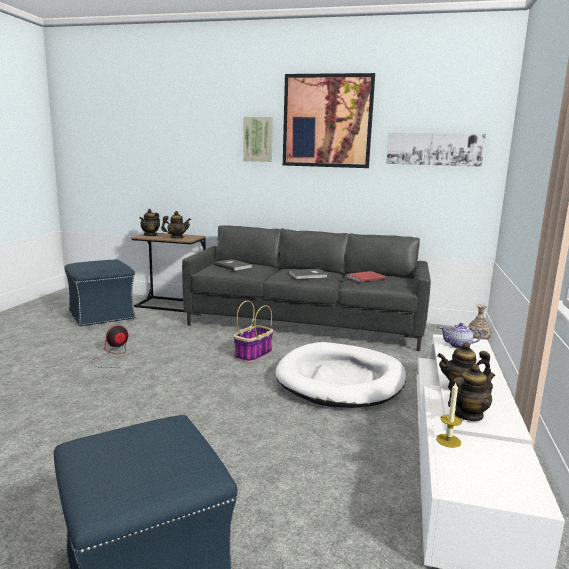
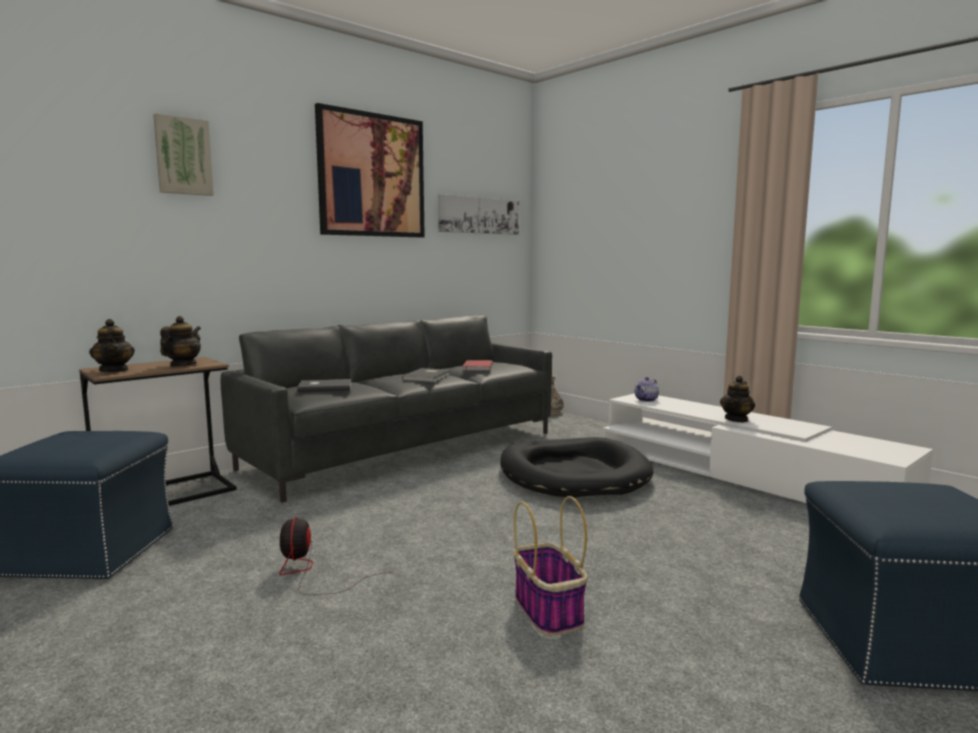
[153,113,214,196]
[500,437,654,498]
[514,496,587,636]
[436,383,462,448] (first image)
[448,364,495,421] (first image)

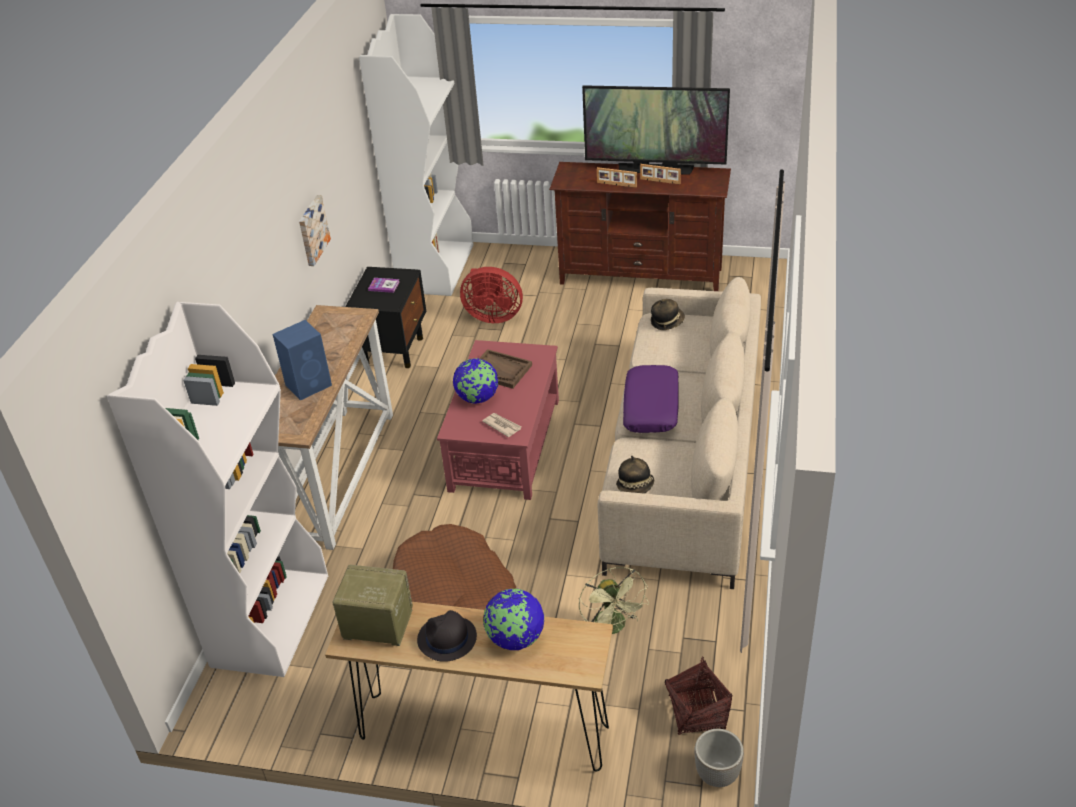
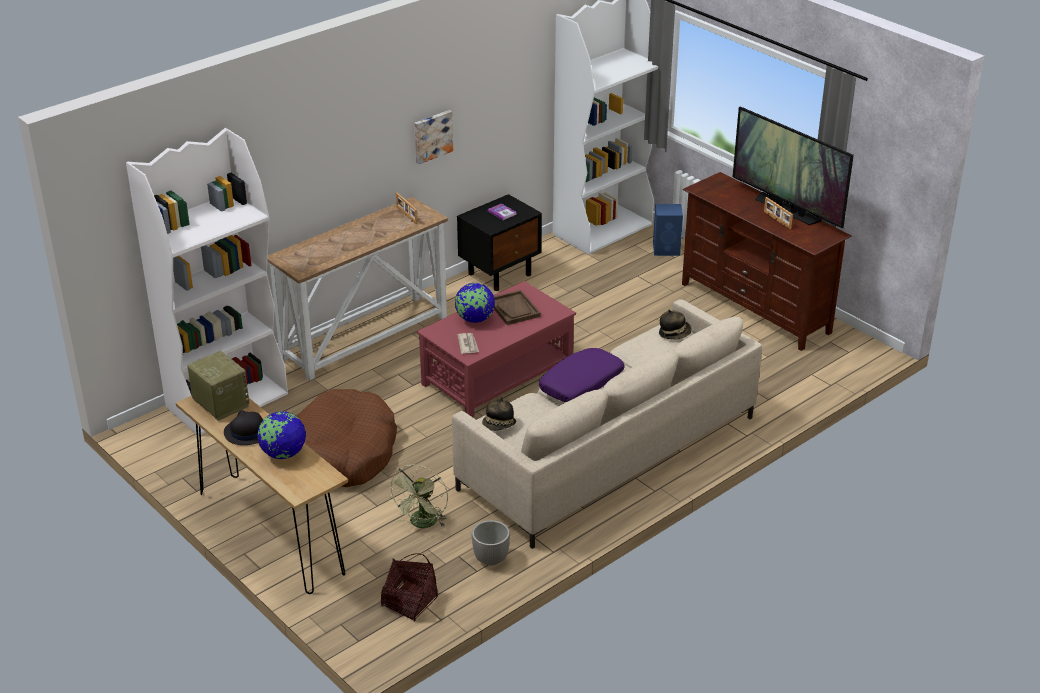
[396,193,418,224]
[472,520,510,566]
[653,204,683,256]
[460,267,523,323] (first image)

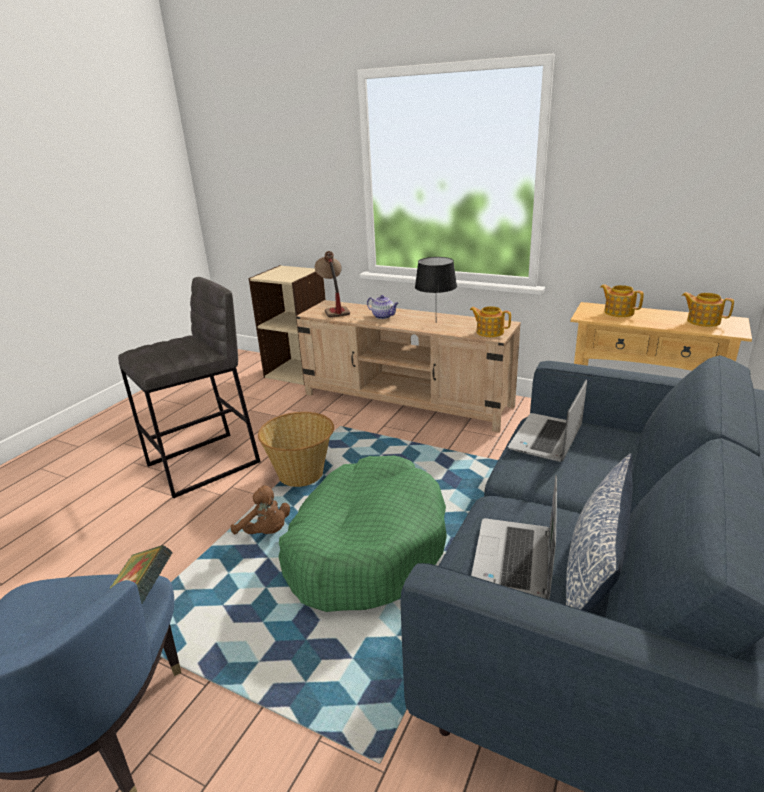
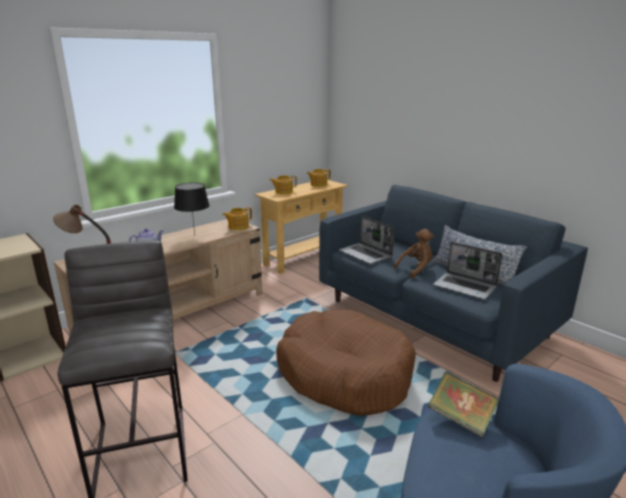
[276,309,416,416]
[393,229,434,278]
[258,412,334,487] (first image)

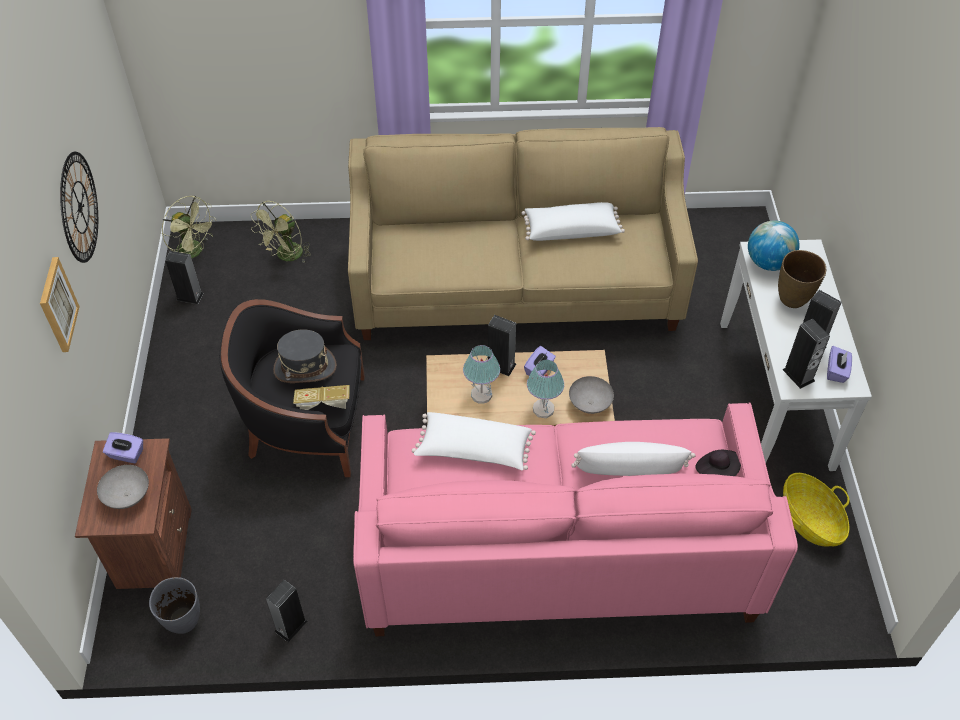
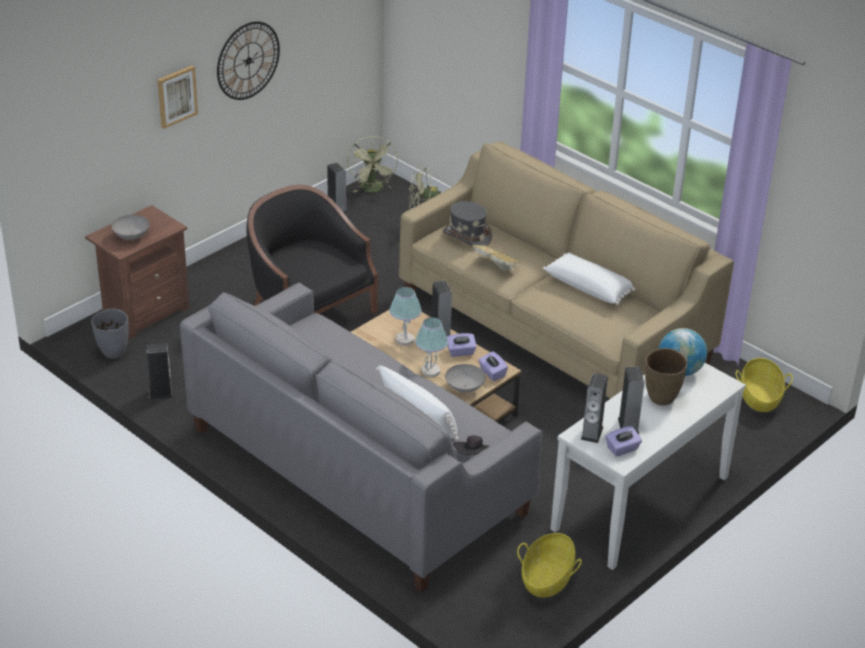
[180,283,543,592]
[443,201,492,247]
[472,245,521,270]
[479,351,508,381]
[736,358,793,412]
[412,412,536,470] (first image)

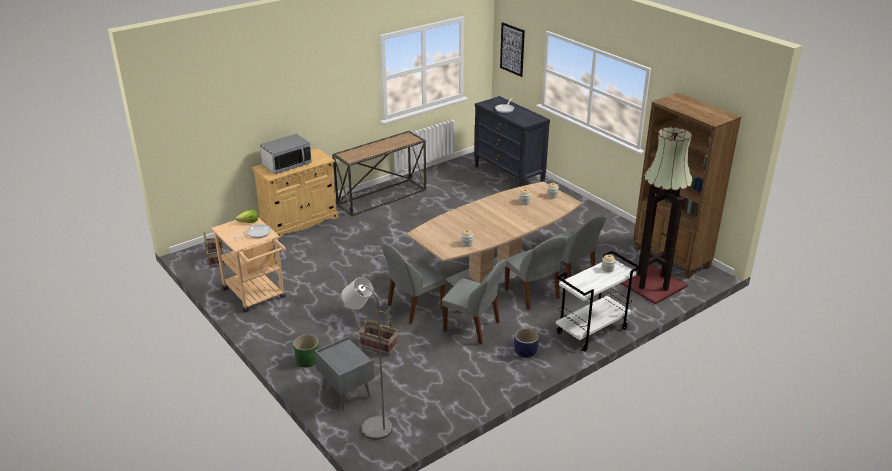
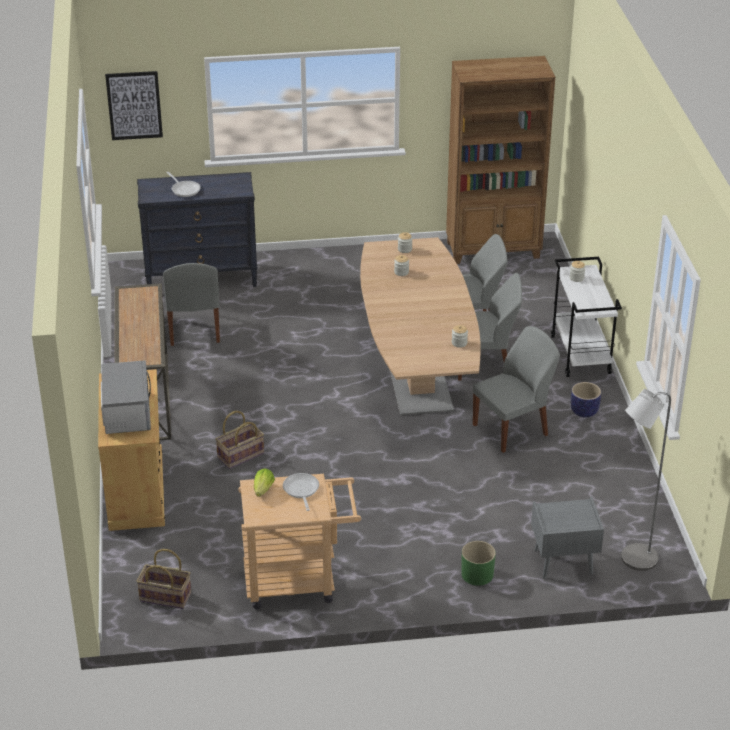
[163,263,220,346]
[215,411,264,469]
[620,126,693,305] (first image)

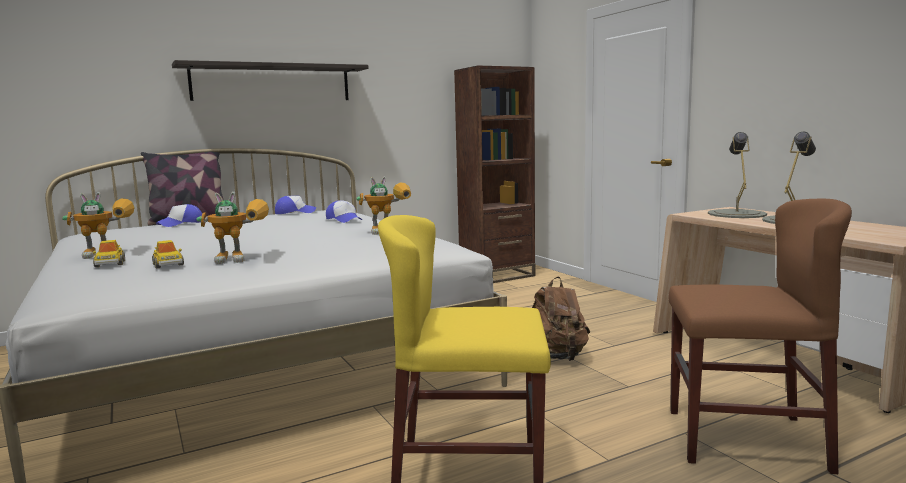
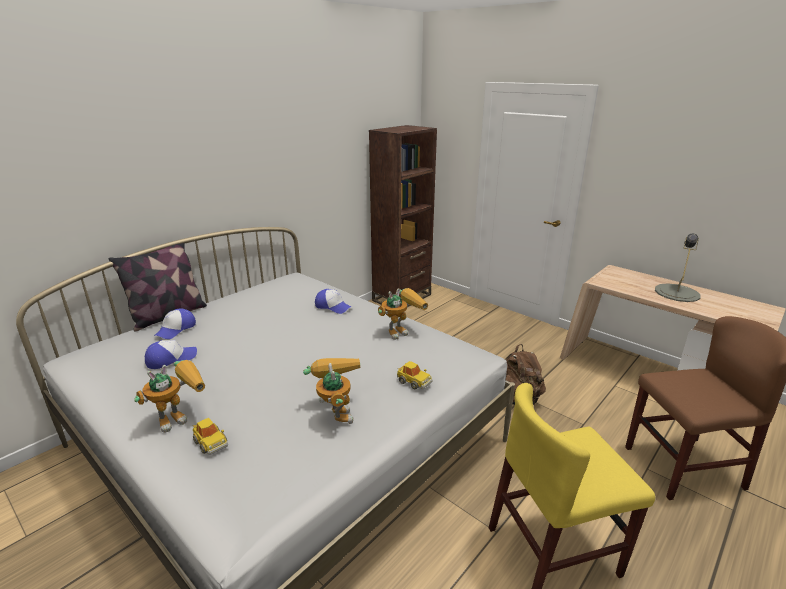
[145,340,197,369]
[303,358,360,424]
[397,361,432,390]
[172,60,368,101] (first image)
[708,132,767,218] (first image)

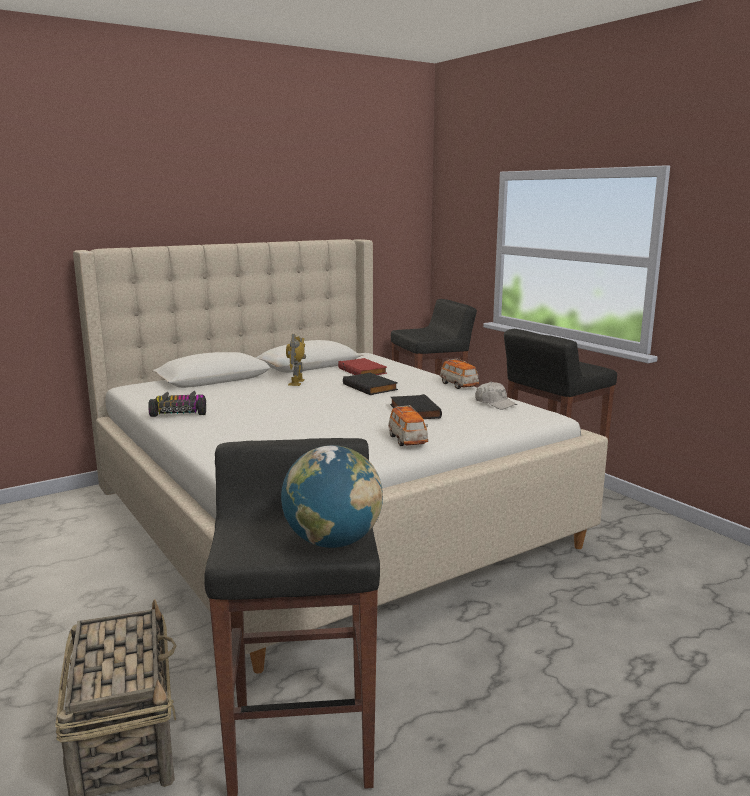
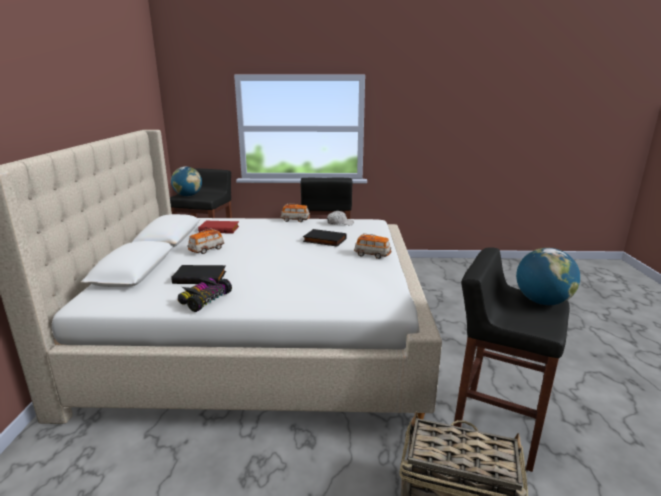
[171,167,202,196]
[171,265,226,284]
[187,228,224,254]

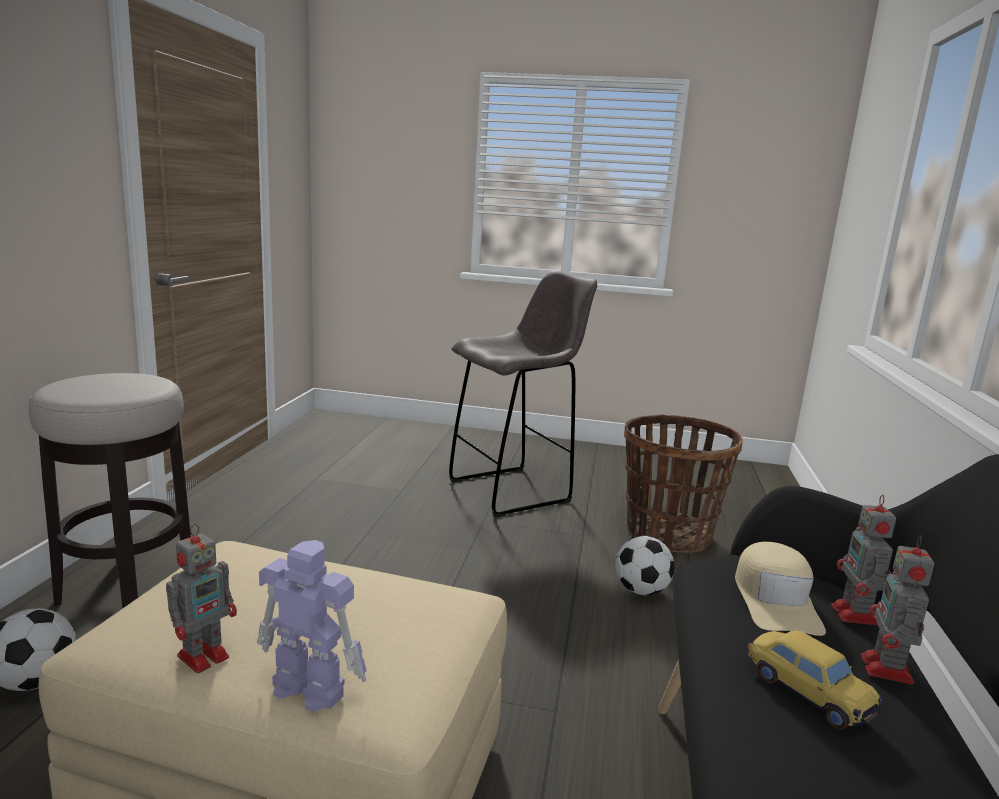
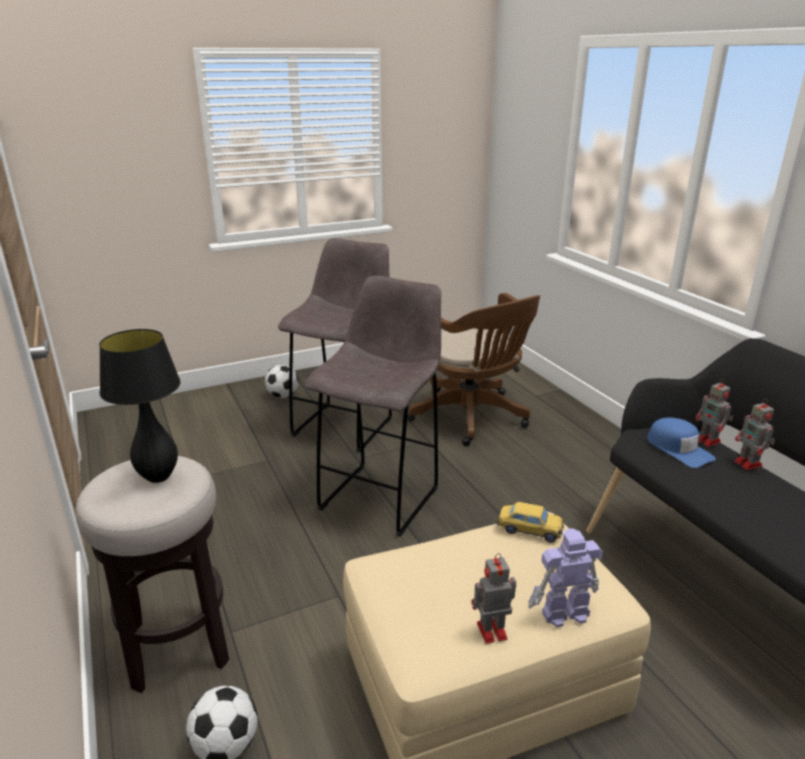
[99,329,181,483]
[265,365,299,398]
[305,275,441,536]
[407,293,540,446]
[471,553,516,644]
[497,502,564,543]
[648,418,716,468]

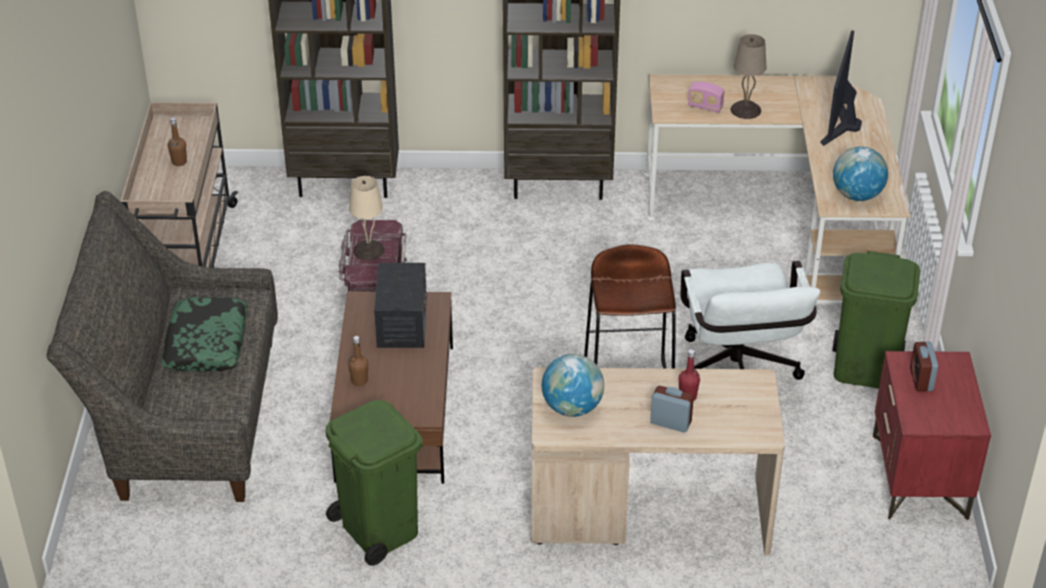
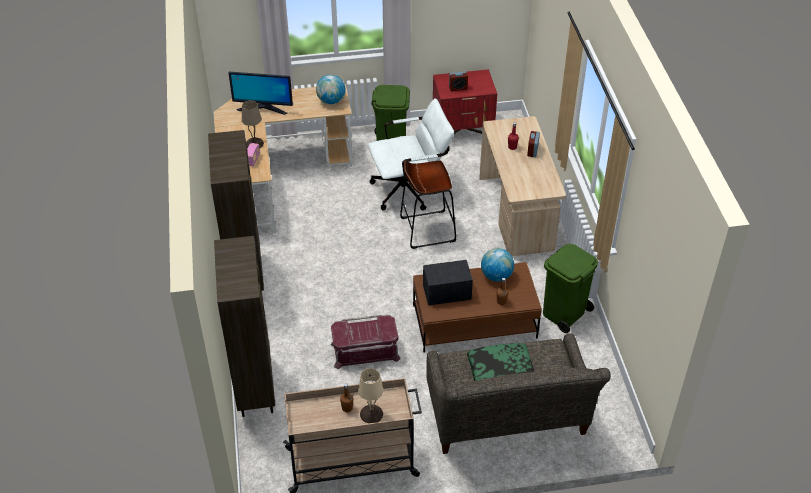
[358,368,383,423]
[481,248,514,281]

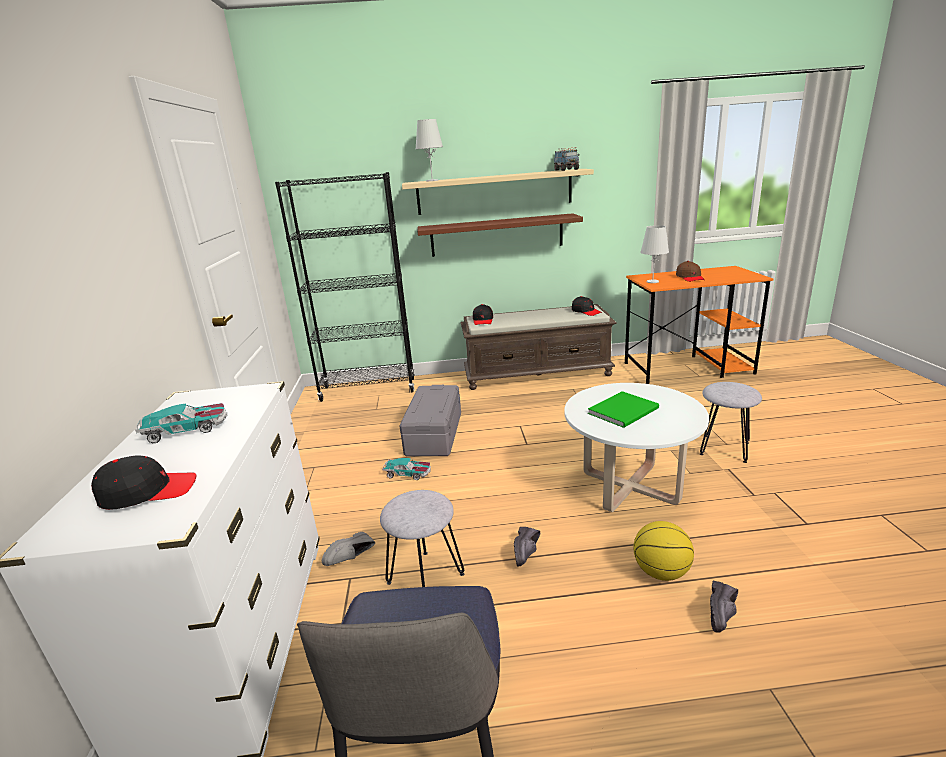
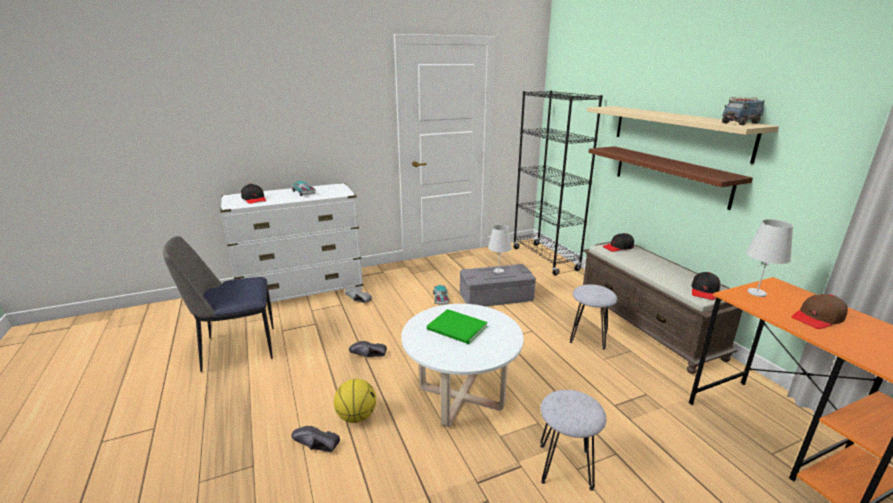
[488,225,512,273]
[570,284,617,350]

